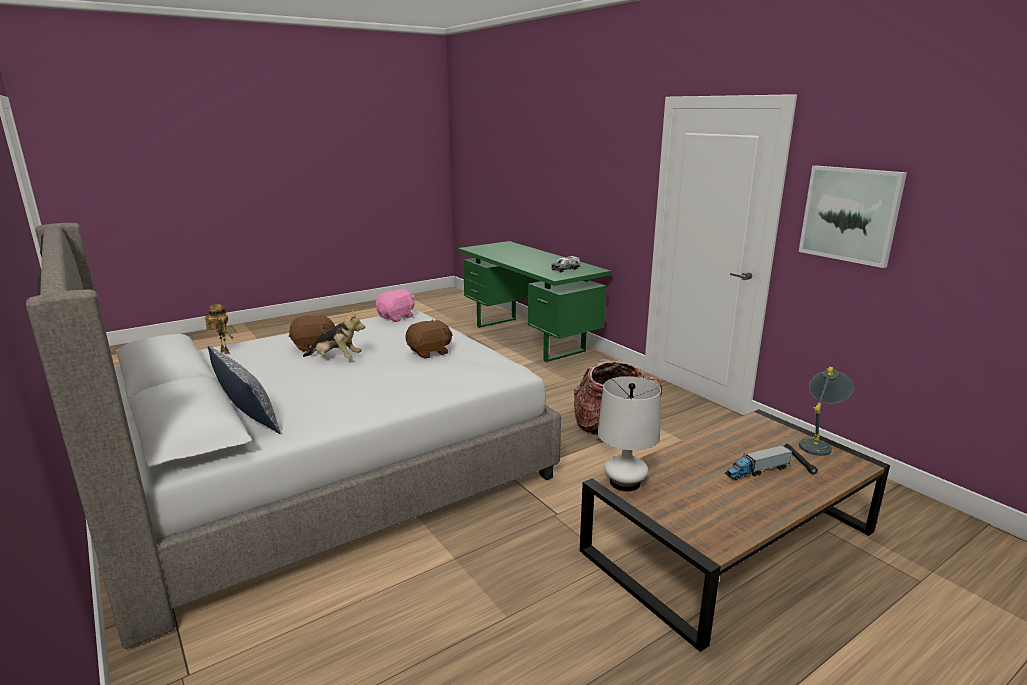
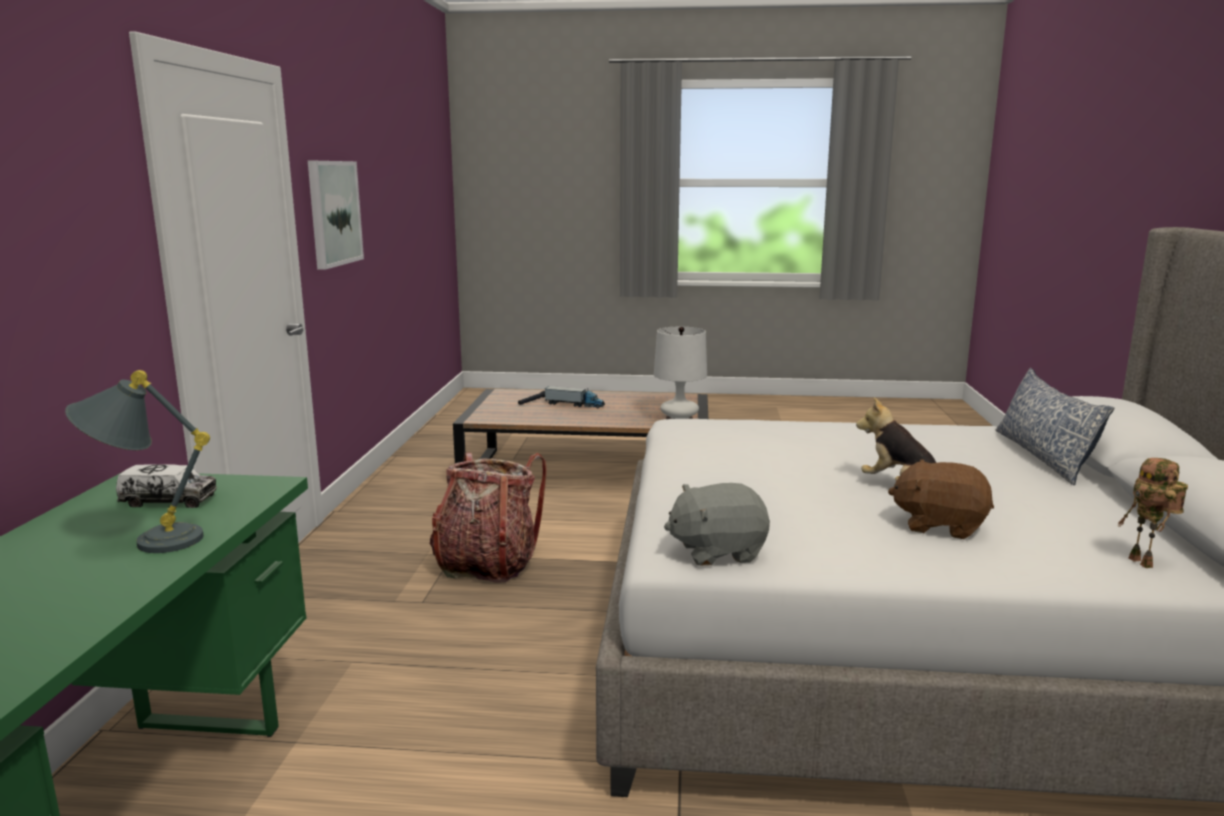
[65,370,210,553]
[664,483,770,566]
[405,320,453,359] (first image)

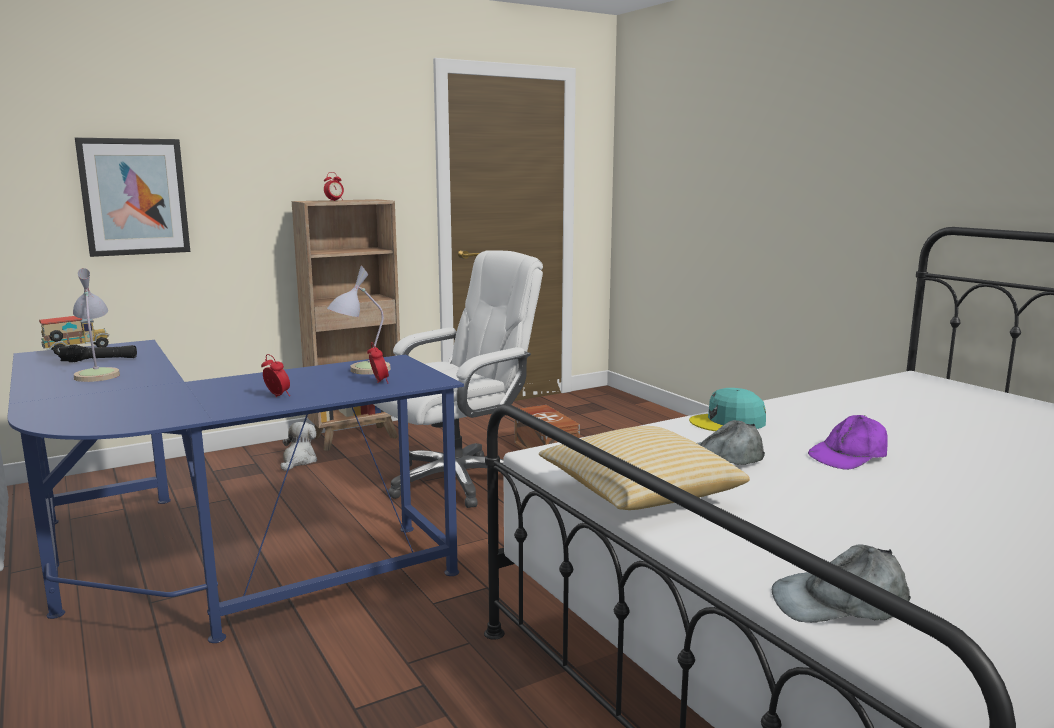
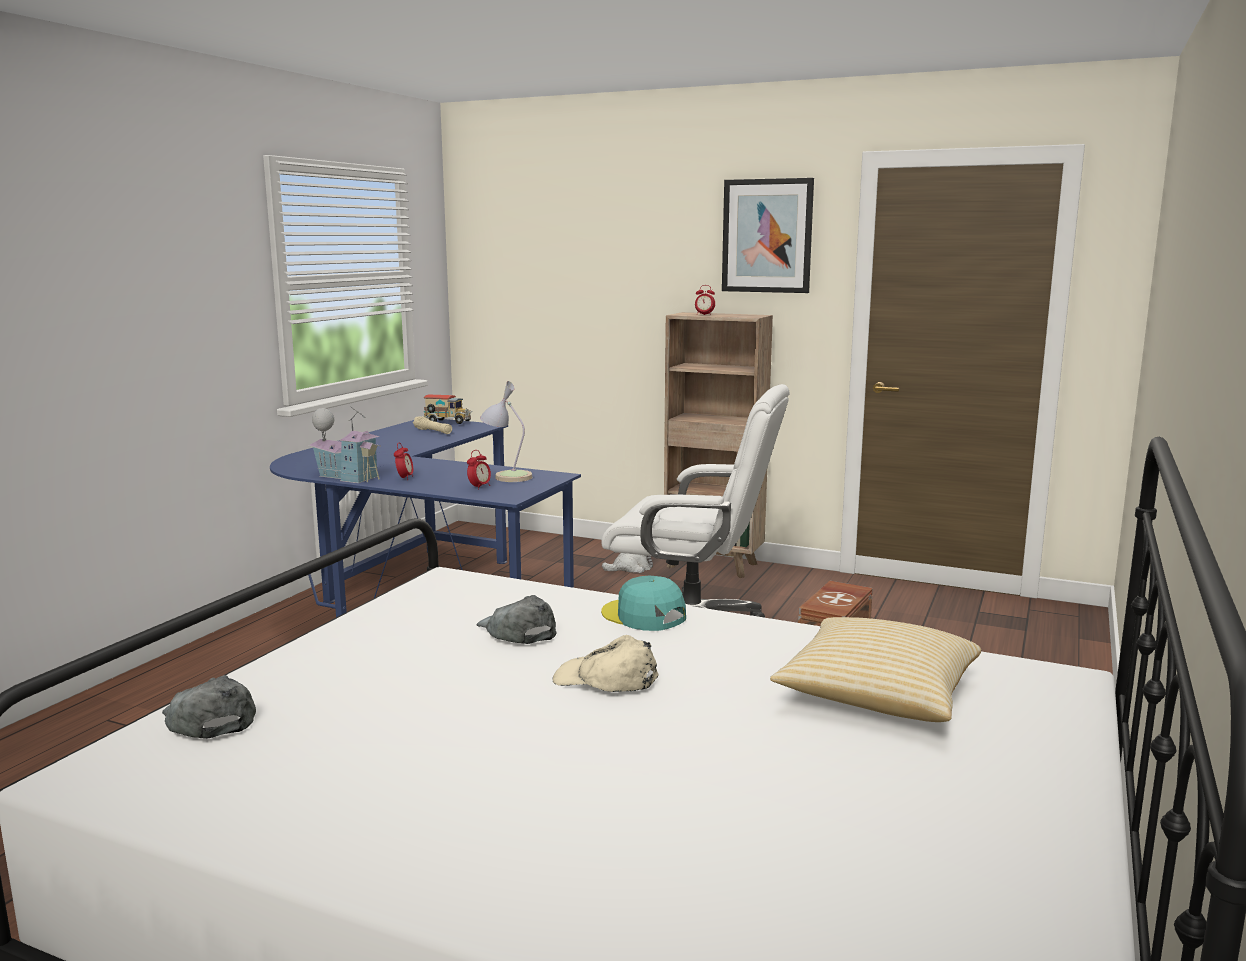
[309,406,380,483]
[413,416,452,434]
[553,635,658,692]
[722,178,814,293]
[770,617,981,722]
[73,268,120,382] (first image)

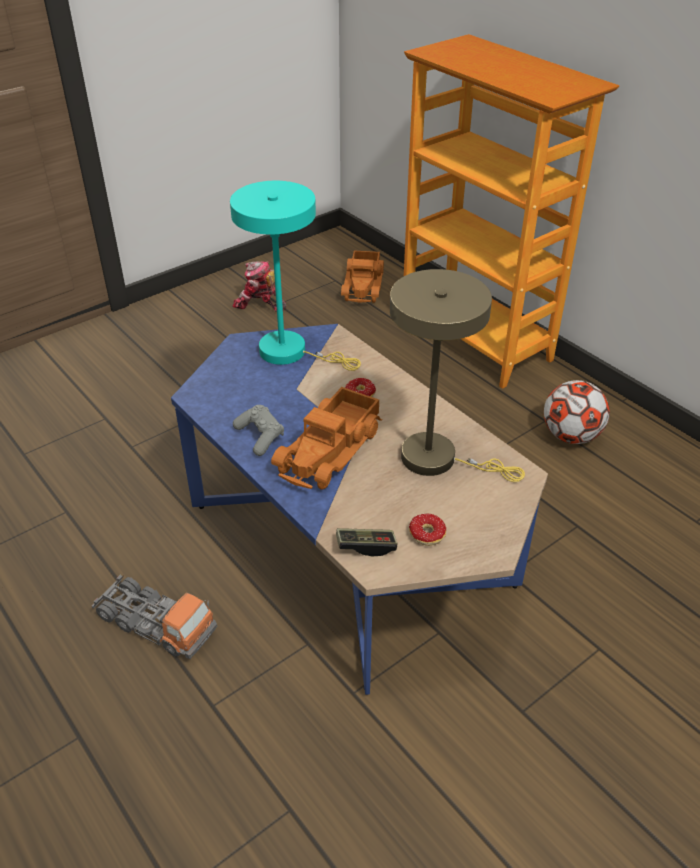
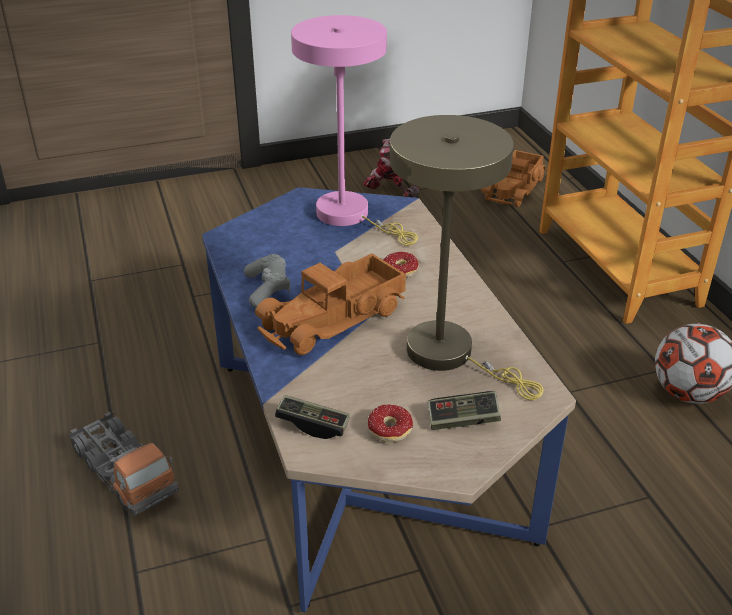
[291,15,418,246]
[428,391,501,430]

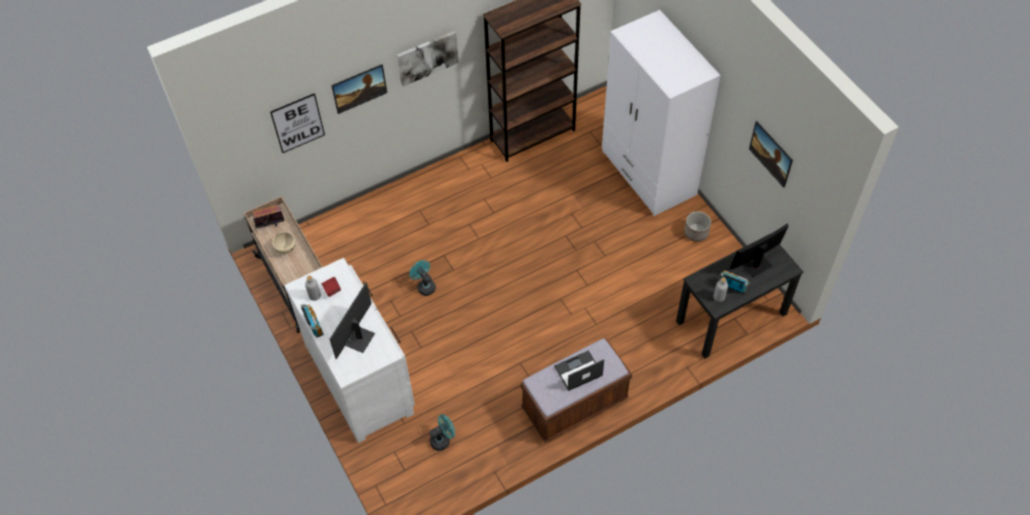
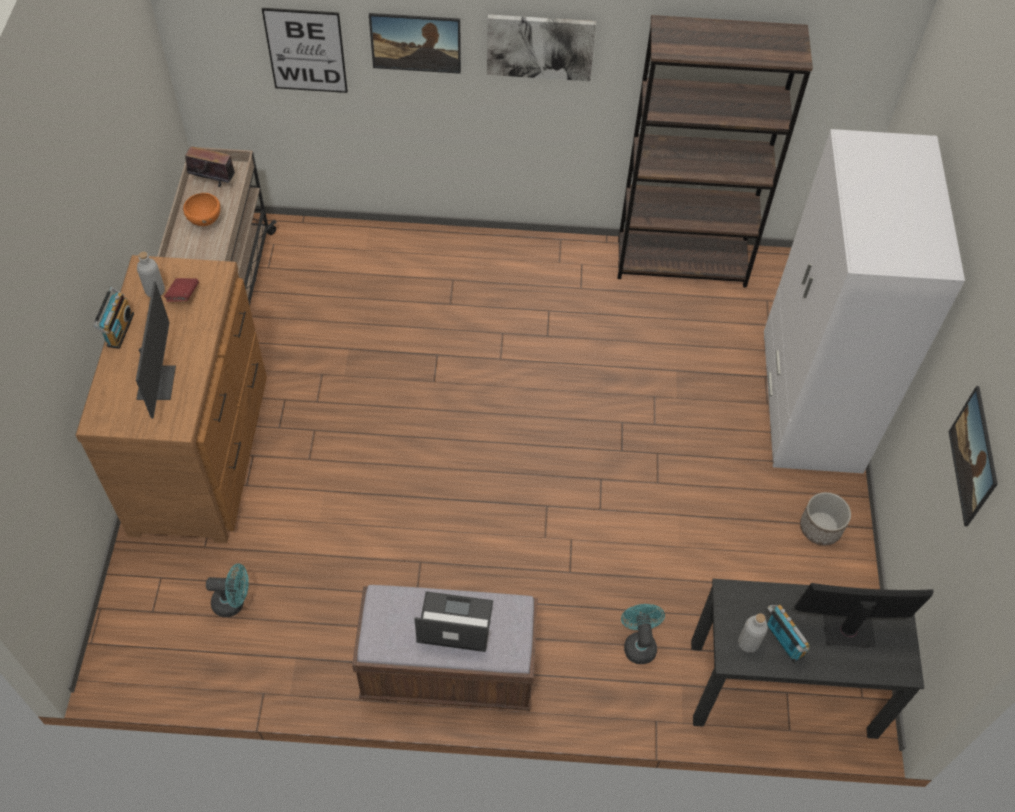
[76,255,267,543]
[136,282,176,419]
[183,193,220,226]
[621,604,665,664]

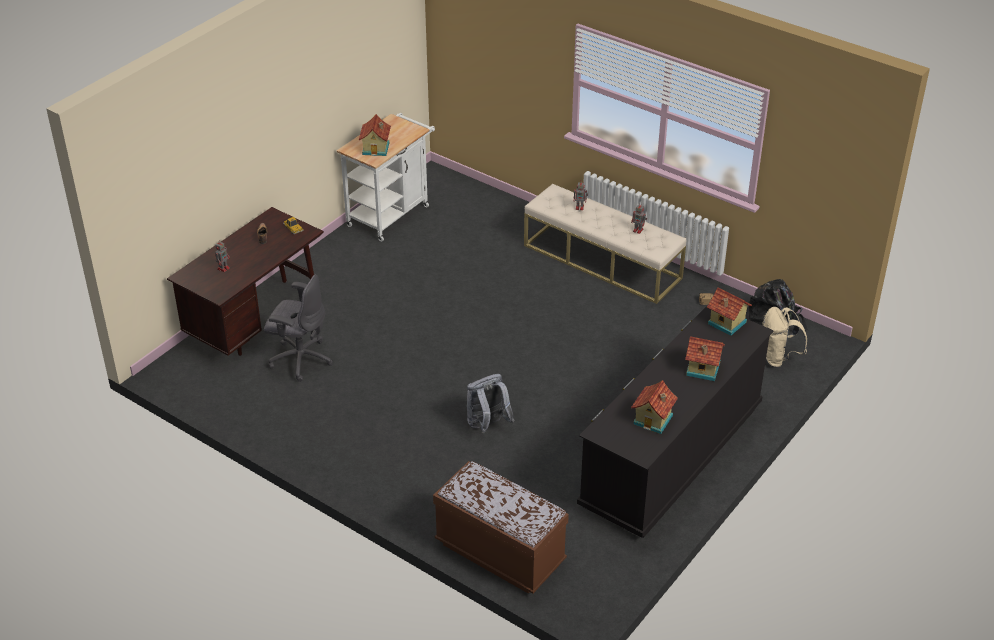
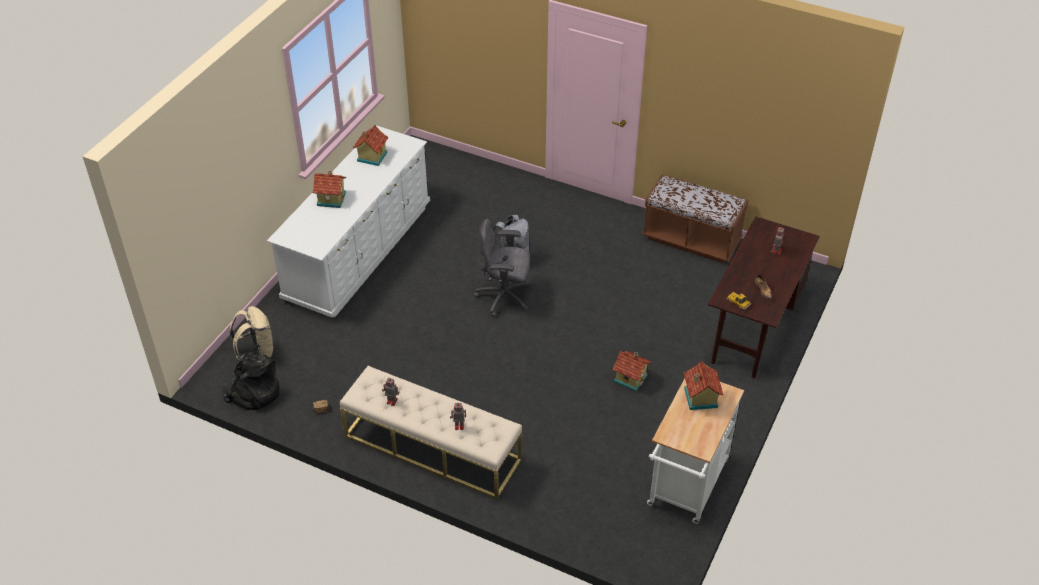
[267,126,430,317]
[474,219,530,317]
[612,351,652,392]
[642,174,749,263]

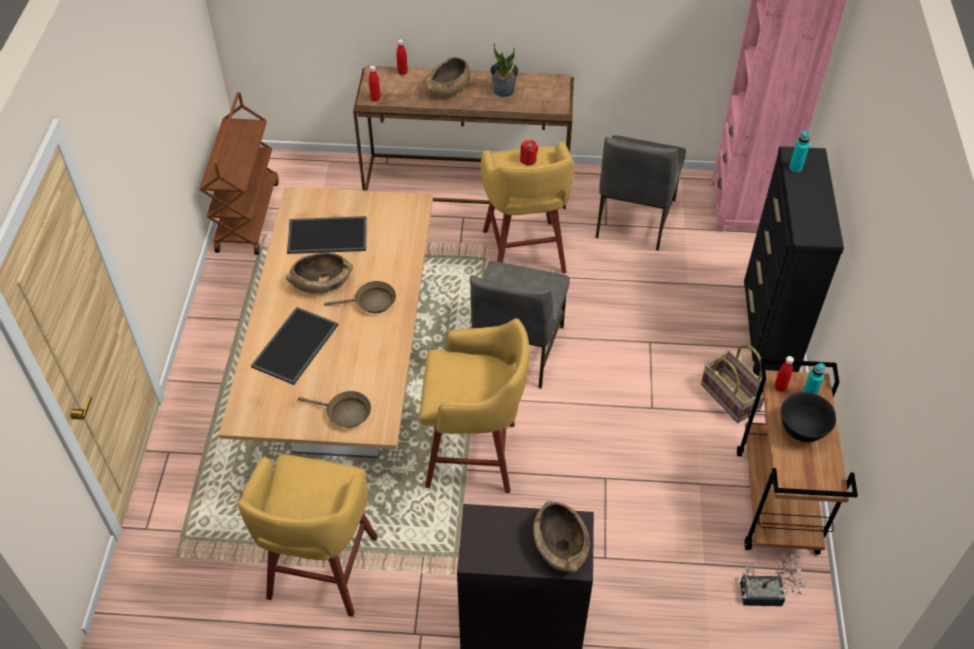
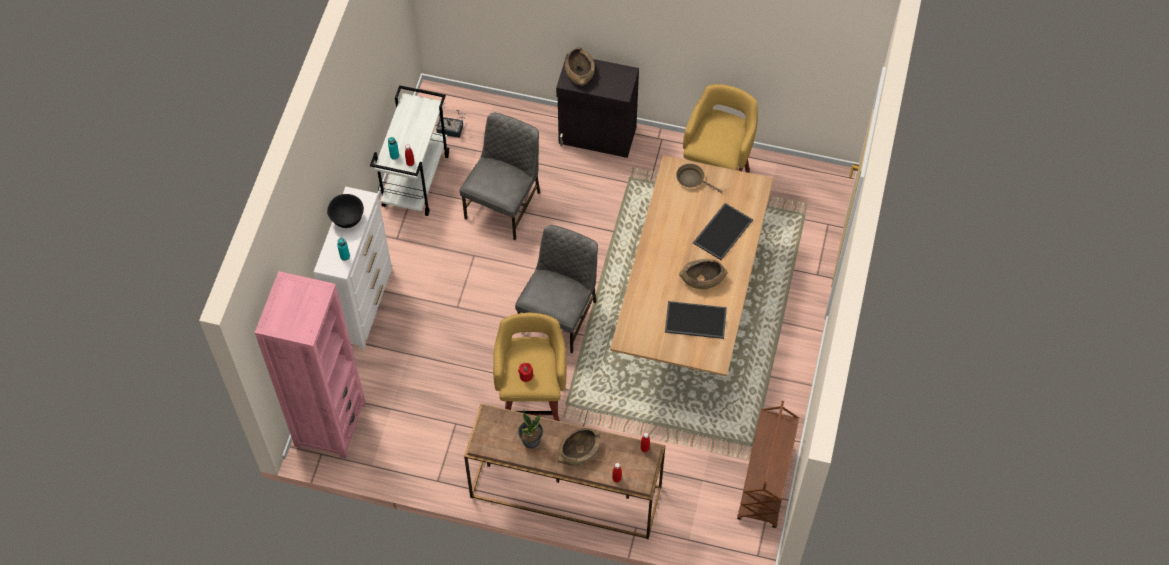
[313,187,392,350]
[327,194,364,228]
[370,85,450,216]
[460,113,540,240]
[324,281,396,313] (first image)
[419,318,530,493] (first image)
[701,344,764,423] (first image)

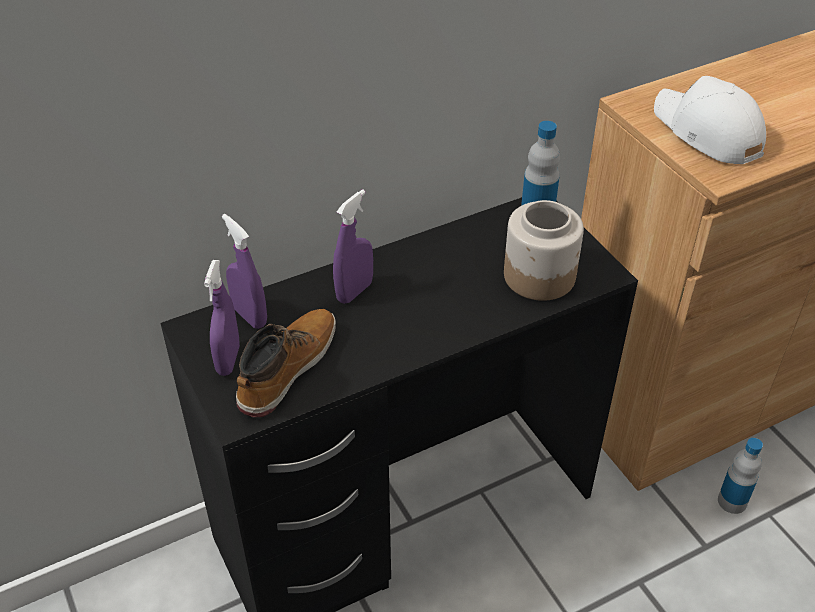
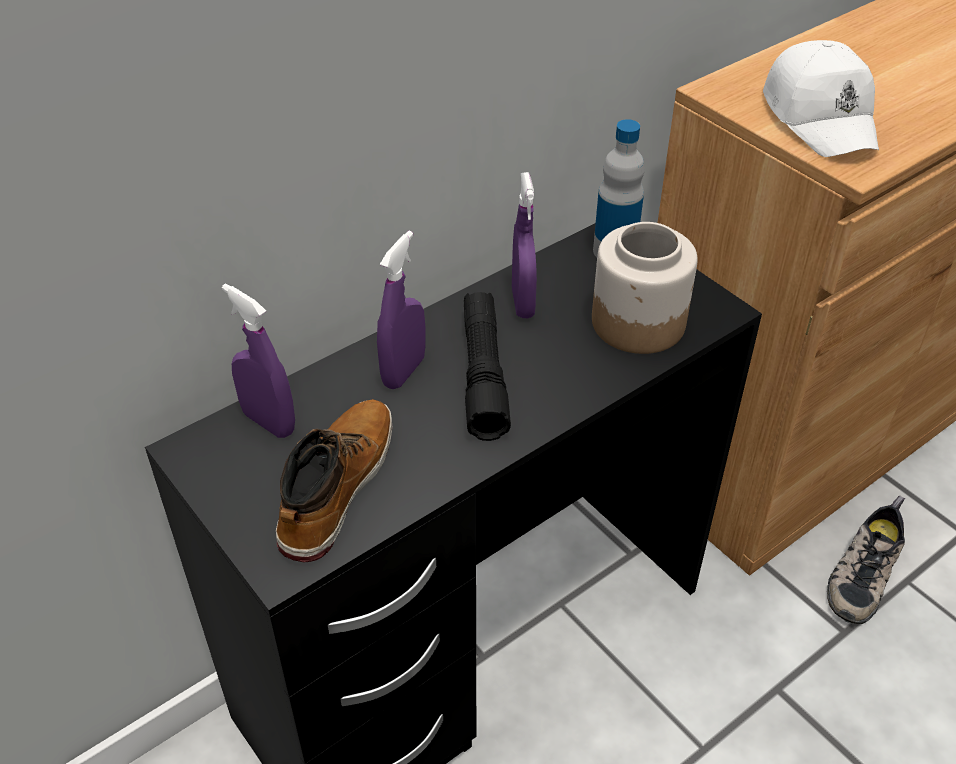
[464,292,511,441]
[512,172,537,318]
[763,40,879,157]
[827,496,905,624]

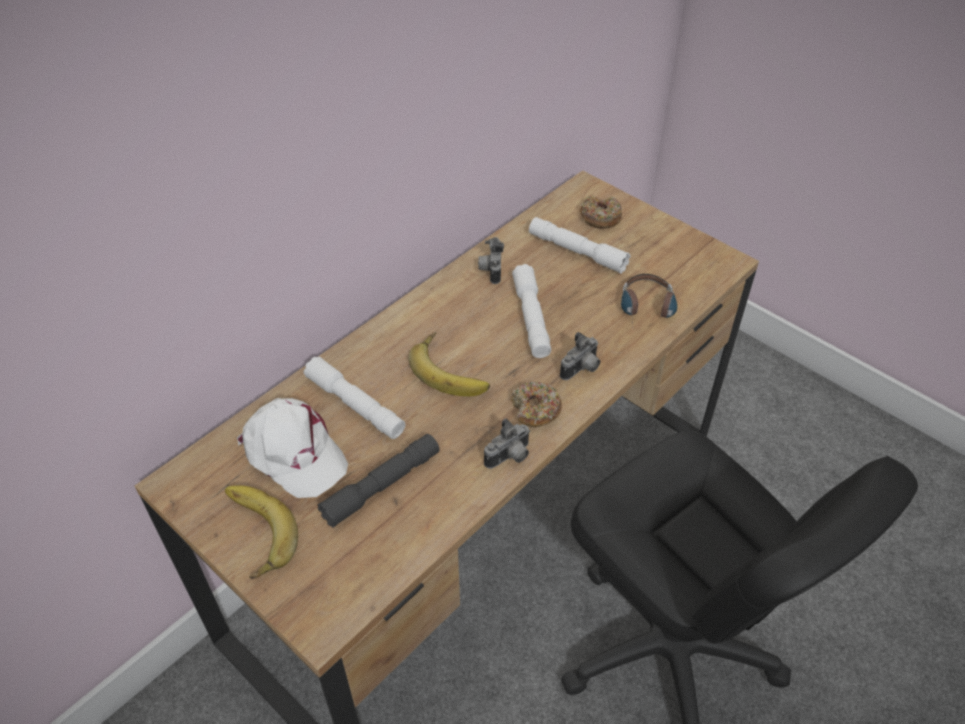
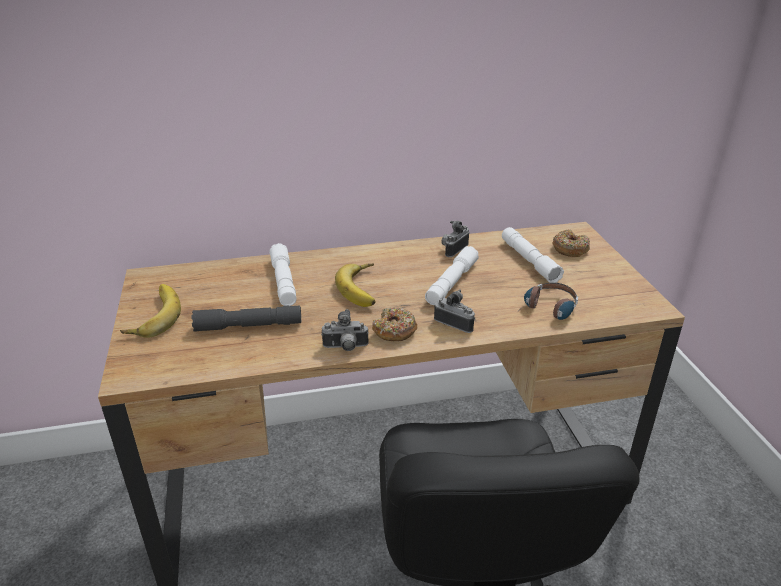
[434,290,476,333]
[236,398,348,498] (first image)

